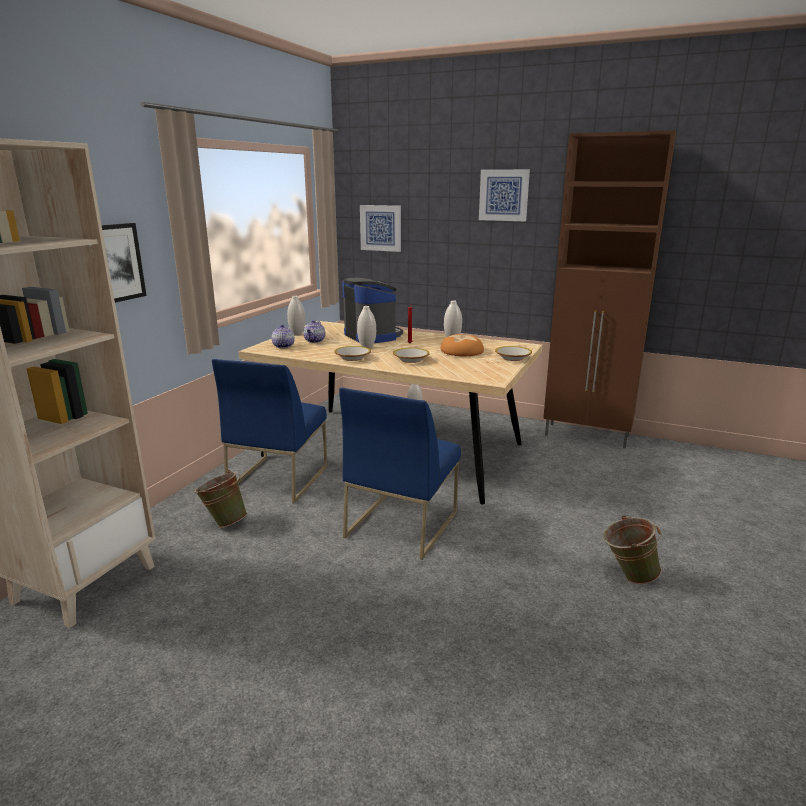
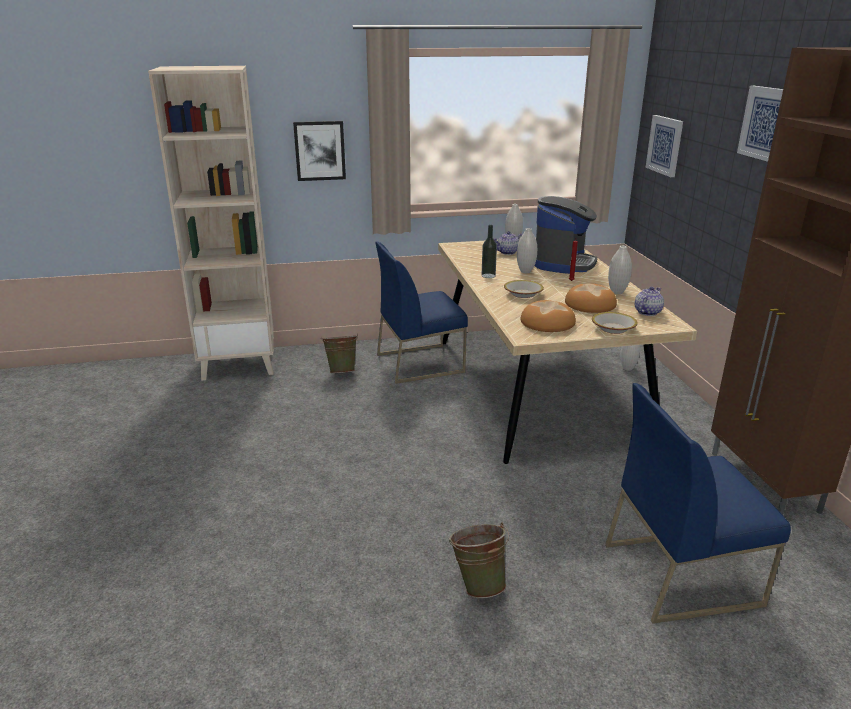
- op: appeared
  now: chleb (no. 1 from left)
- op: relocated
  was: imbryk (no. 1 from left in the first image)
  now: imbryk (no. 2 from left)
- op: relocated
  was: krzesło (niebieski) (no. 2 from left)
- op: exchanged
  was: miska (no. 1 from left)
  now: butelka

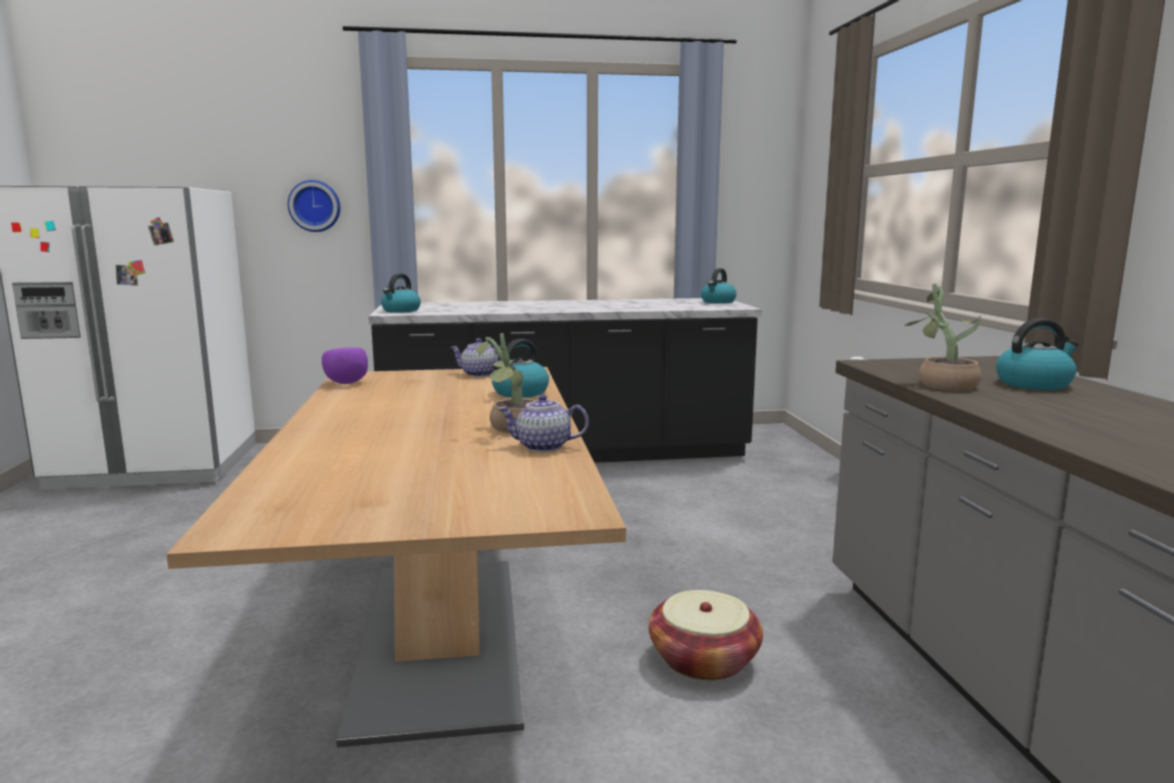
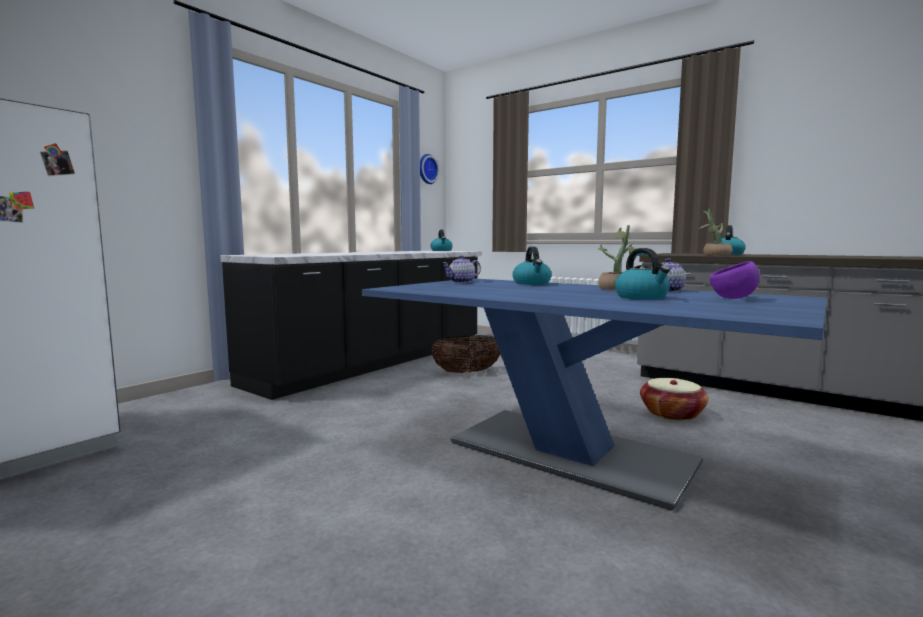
- op: appeared
  now: koszyk (no. 1 from left)
- op: relocated
  was: zegar ścienny
- op: relocated
  was: miska (fioletowy)
- op: relocated
  was: czajnik (no. 1 from left in the first image)
  now: czajnik (no. 3 from left)
- op: colour
  was: stół jadalny (beżowy)
  now: stół jadalny (niebieski)

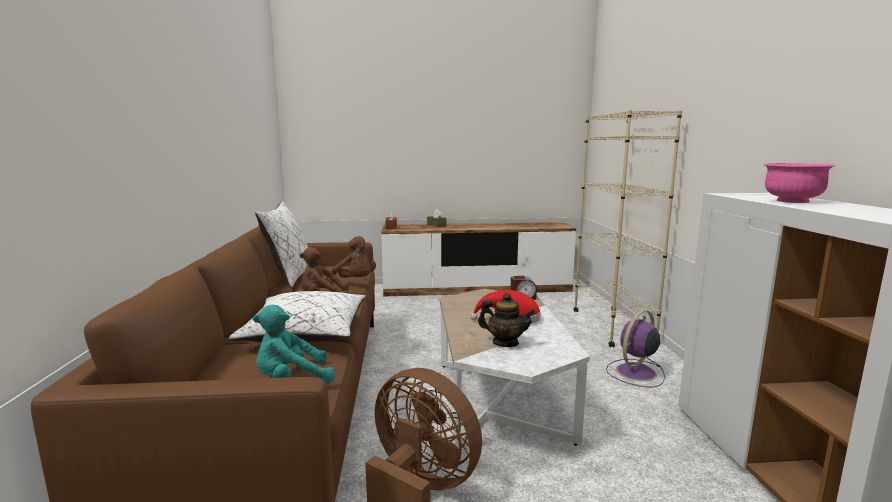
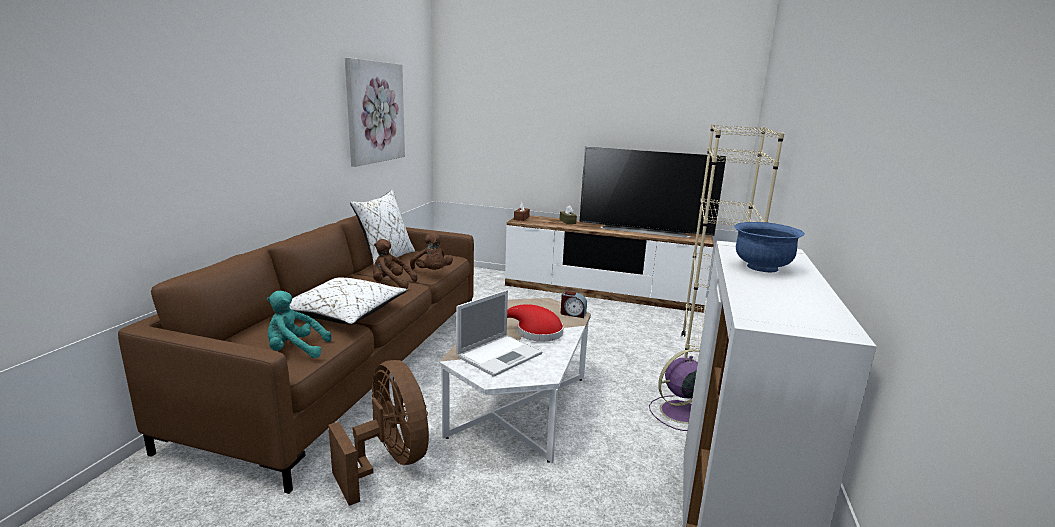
- op: appeared
  now: obraz
- op: appeared
  now: telewizor
- op: exchanged
  was: imbryk
  now: laptop
- op: colour
  was: miska (różowy)
  now: miska (niebieski)

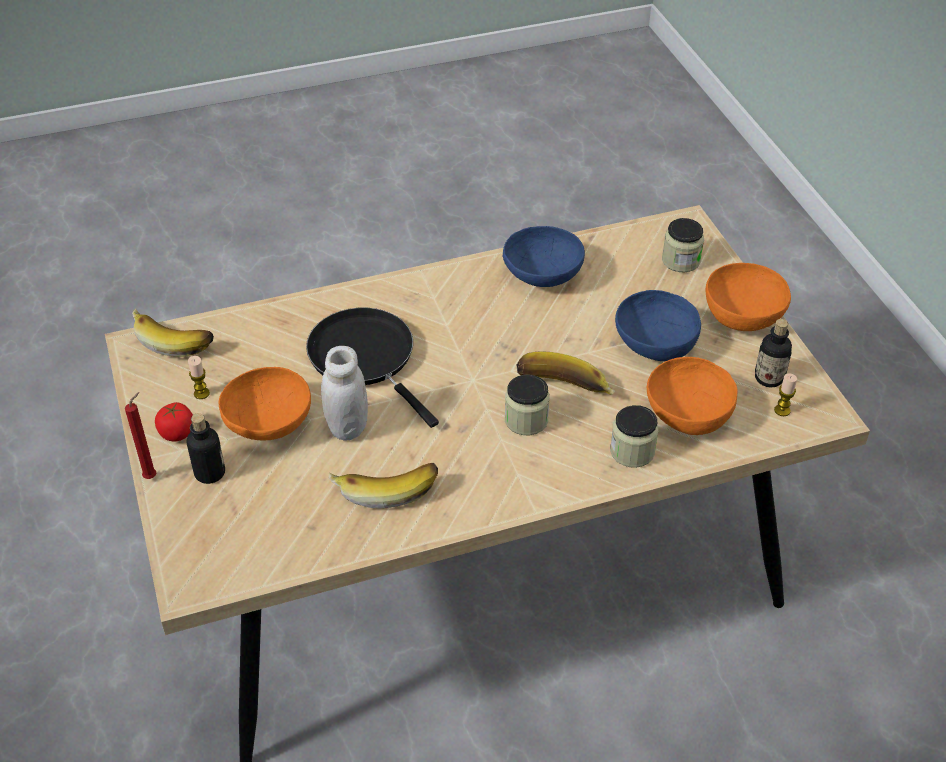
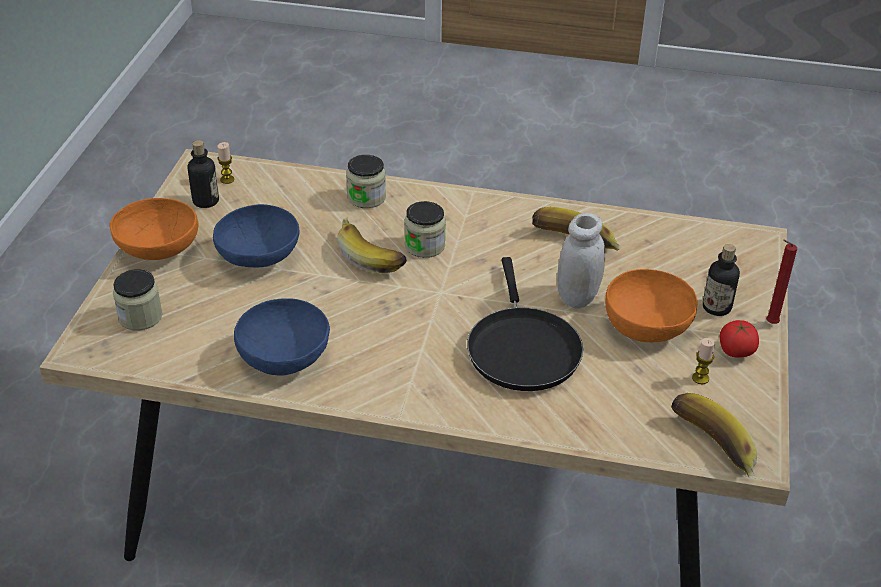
- op: missing
  was: miska (pomarańczowy) (no. 2 from left)

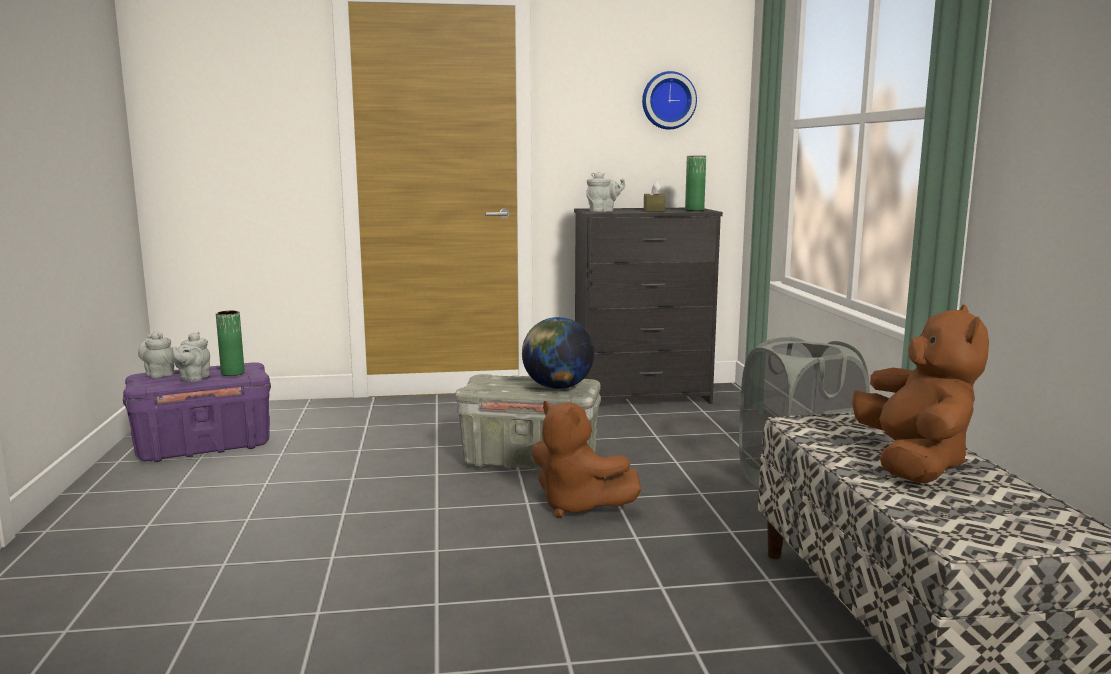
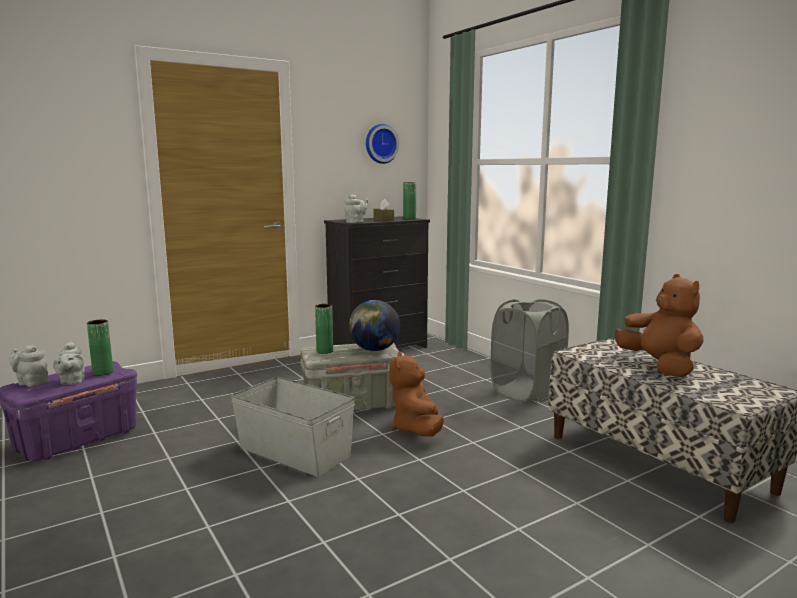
- op: appeared
  now: pojemnik do przechowywania (szary) (no. 1 from left)
- op: appeared
  now: wazon (zielony) (no. 2 from left)
- op: spun
  was: pluszak (brązowy) (no. 1 from left)
  clockwise: 75

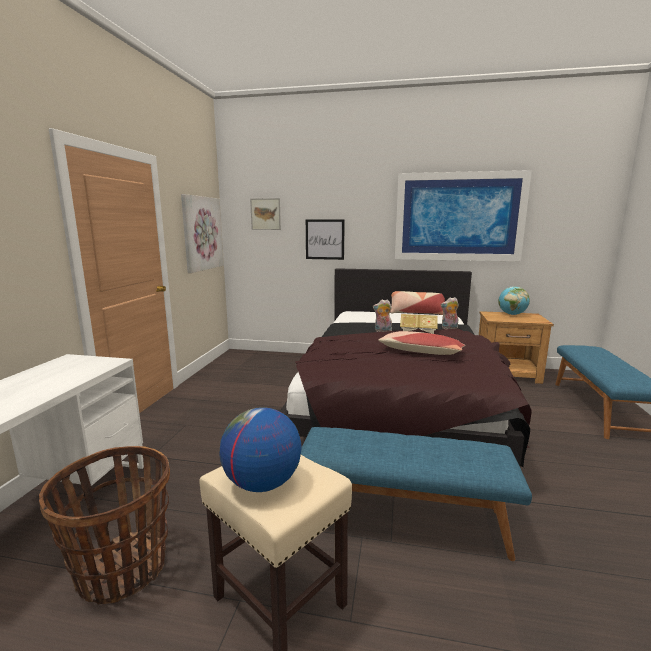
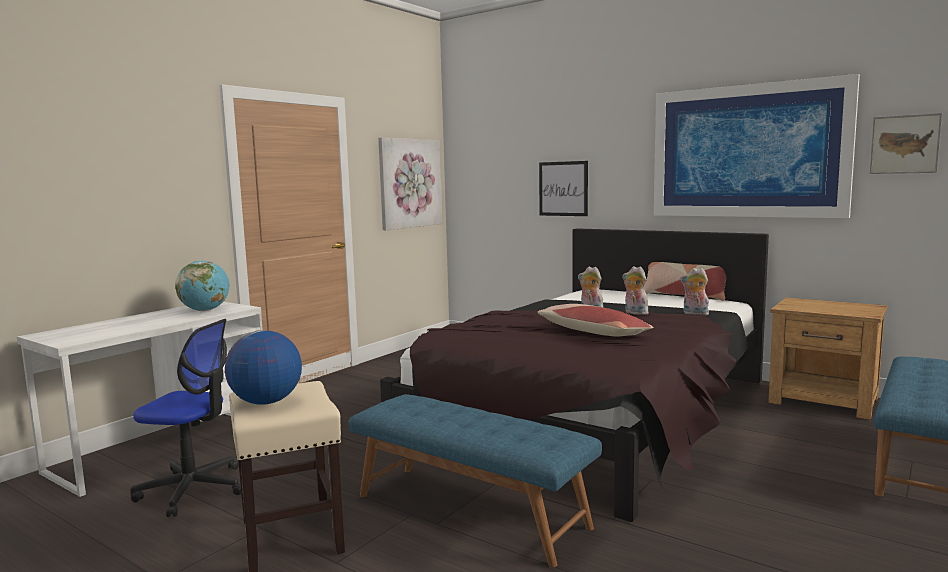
- op: relocated
  was: obraz (no. 2 from left in the first image)
  now: obraz (no. 4 from left)
- op: relocated
  was: globus (no. 2 from left in the first image)
  now: globus (no. 1 from left)
- op: exchanged
  was: koszyk
  now: krzesło biurowe
- op: exchanged
  was: książka
  now: pluszak (no. 2 from left)

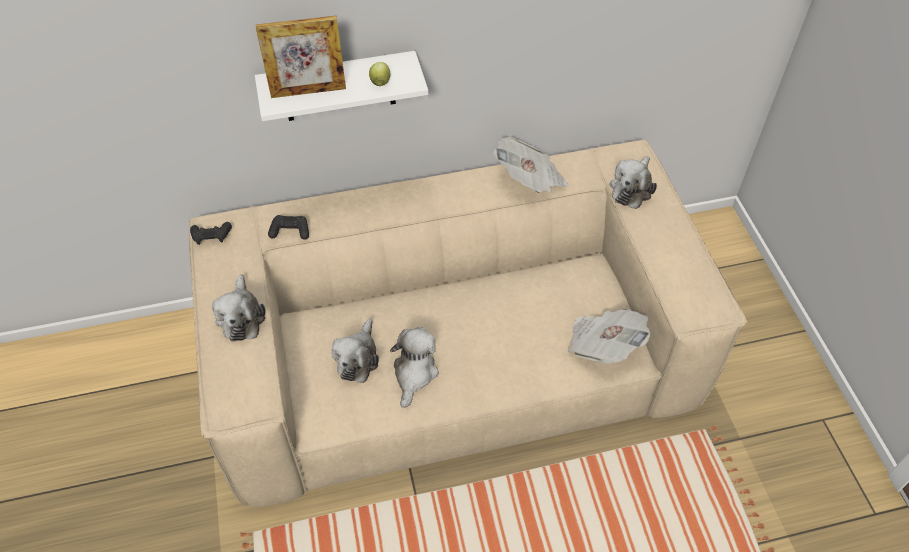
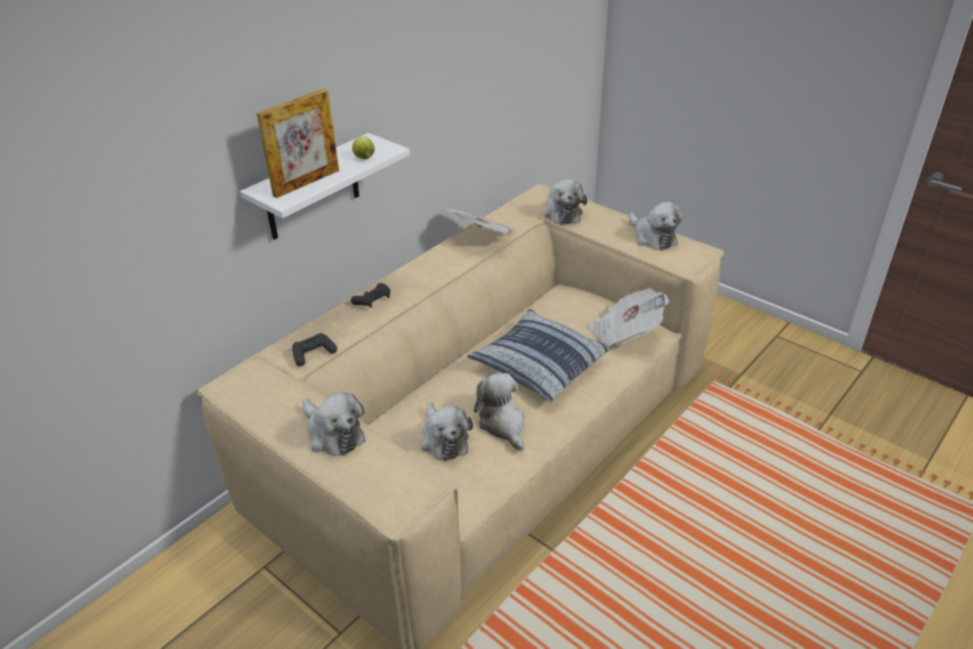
- op: appeared
  now: poduszka
- op: appeared
  now: pluszak (no. 5 from left)
- op: relocated
  was: pad do gier (czarny) (no. 1 from left in the first image)
  now: pad do gier (czarny) (no. 2 from left)

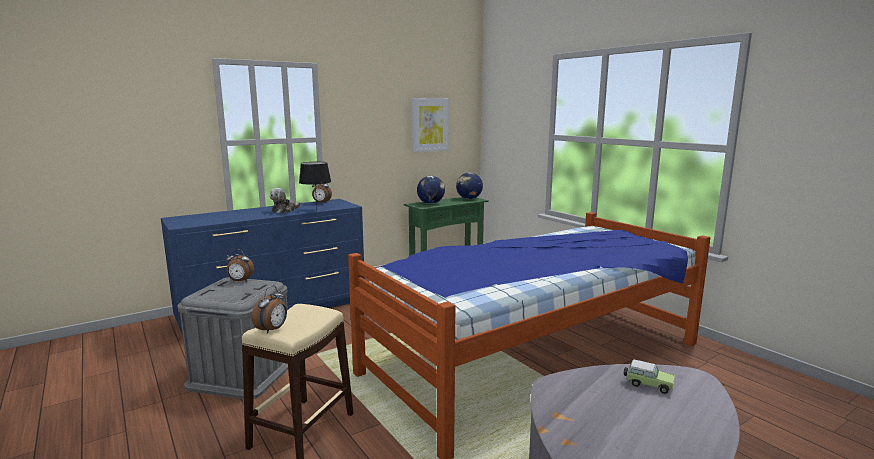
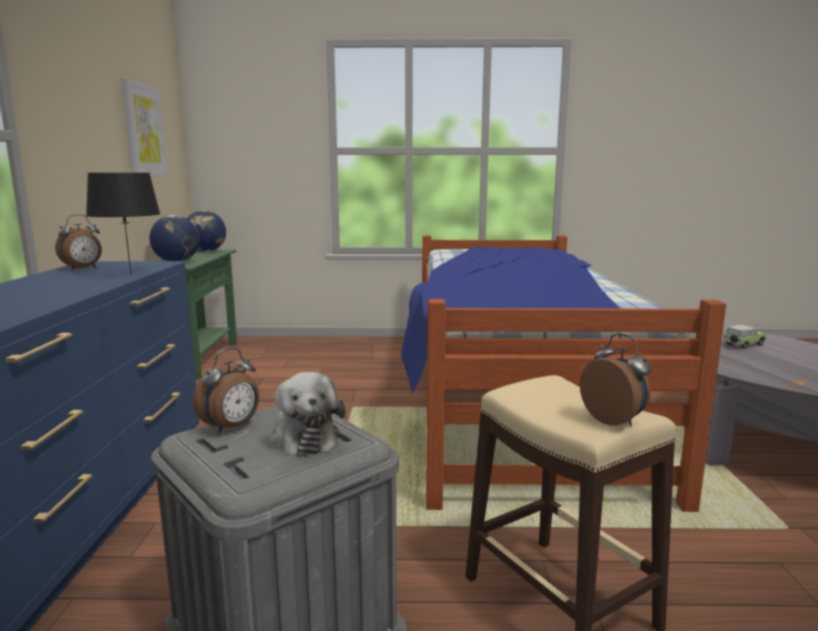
- op: relocated
  was: pluszak

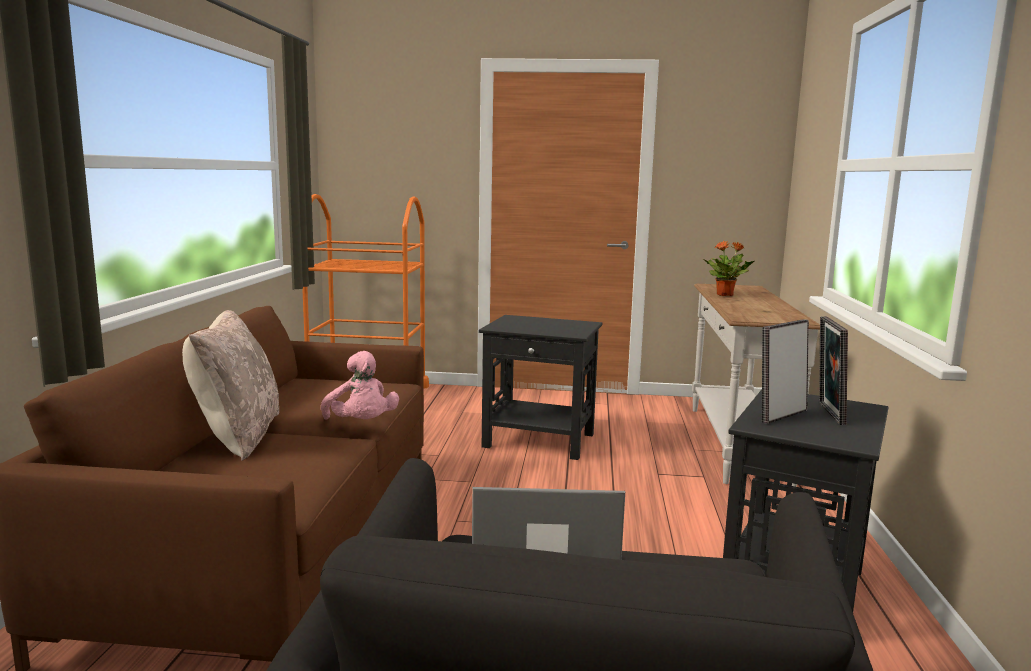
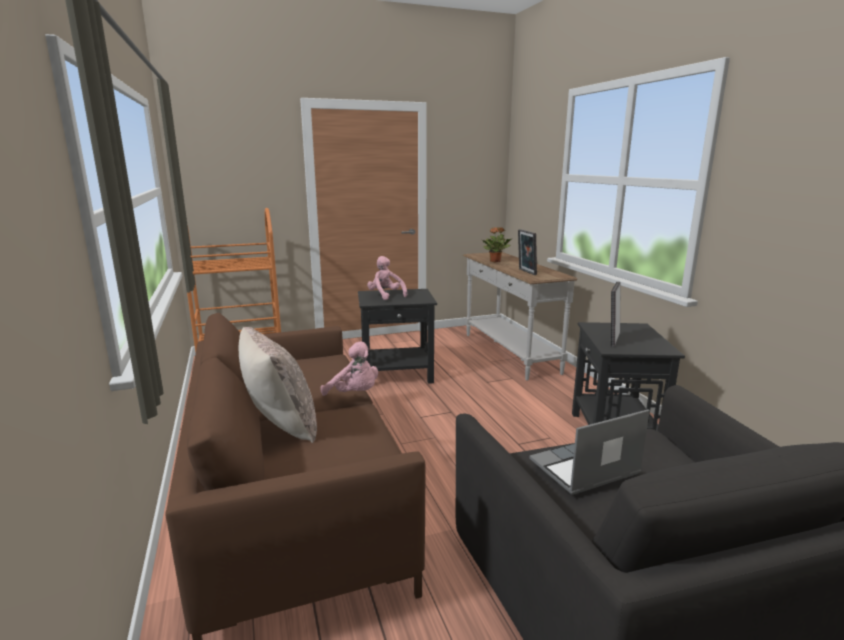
- op: appeared
  now: pluszak (różowy) (no. 2 from left)
- op: relocated
  was: ramka na zdjęcie (no. 2 from left in the first image)
  now: ramka na zdjęcie (no. 1 from left)

